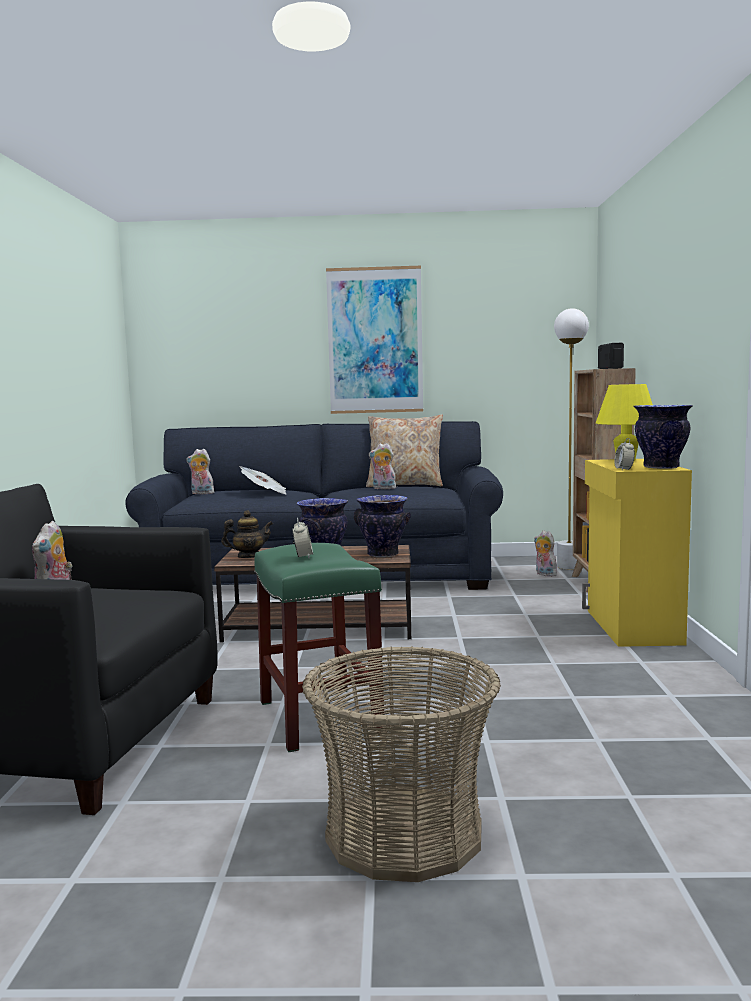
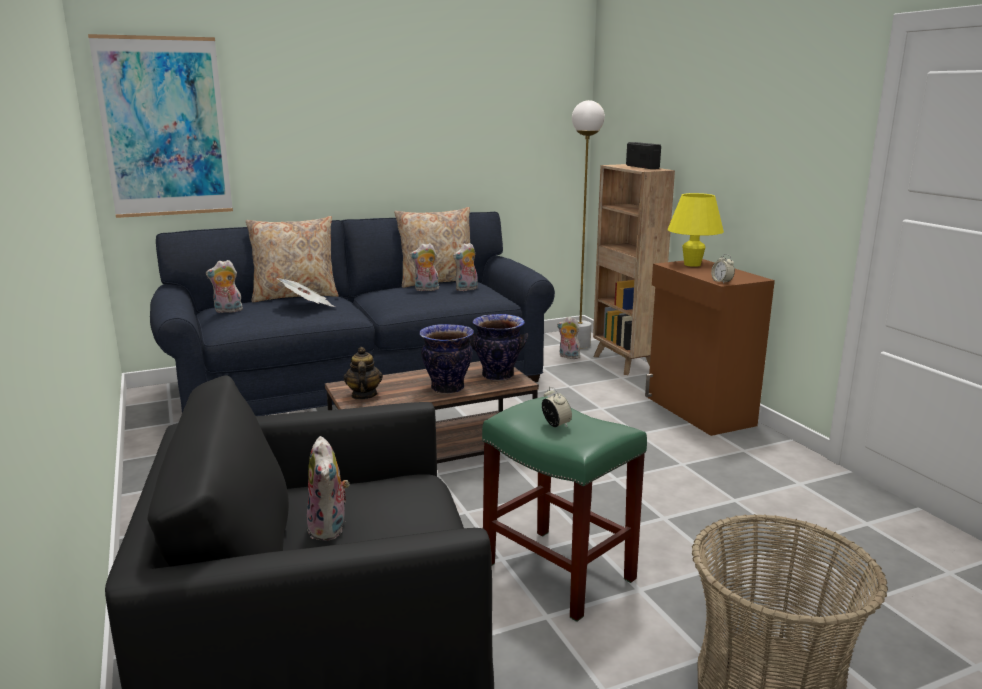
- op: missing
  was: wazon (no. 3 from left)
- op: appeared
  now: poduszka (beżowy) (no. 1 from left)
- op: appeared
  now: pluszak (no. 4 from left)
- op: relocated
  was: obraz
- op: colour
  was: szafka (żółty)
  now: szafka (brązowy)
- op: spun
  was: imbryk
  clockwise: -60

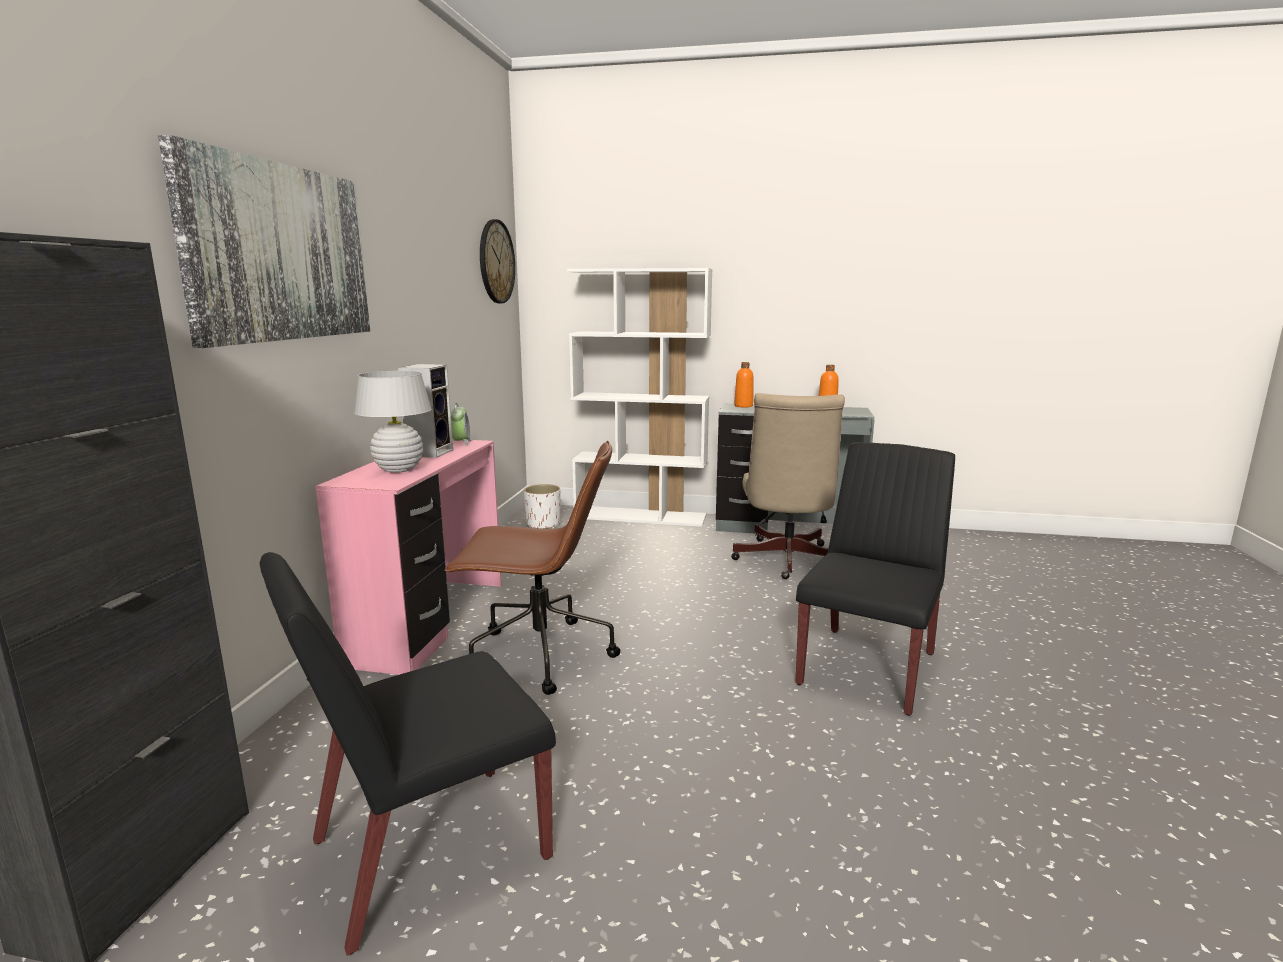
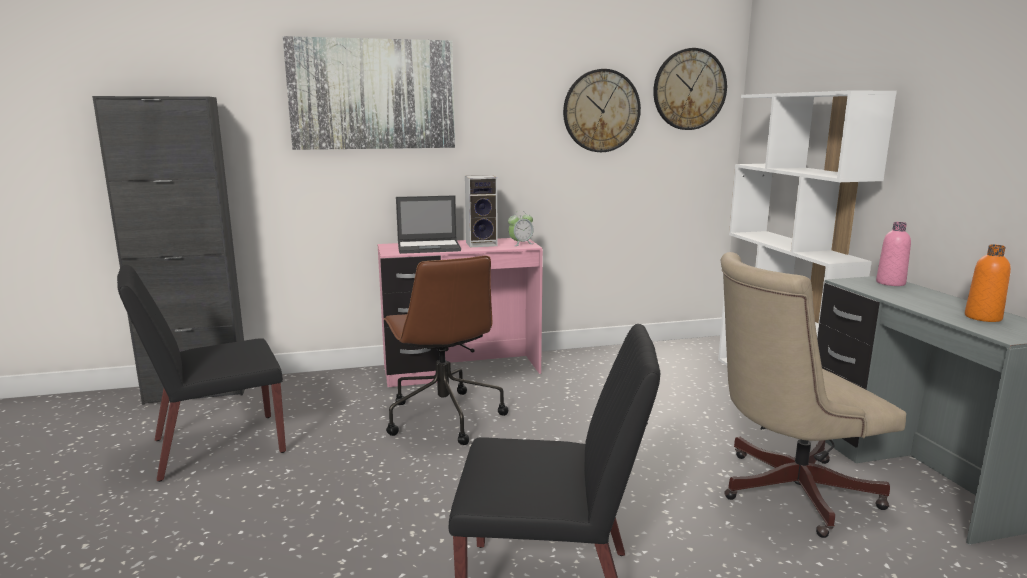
- op: missing
  was: donica (biały)
- op: appeared
  now: zegar ścienny (no. 1 from left)
- op: exchanged
  was: lampa stołowa (biały)
  now: laptop
- op: colour
  was: butelka (pomarańczowy) (no. 1 from left)
  now: butelka (różowy)
- op: spun
  was: krzesło (czarny) (no. 1 from left)
  clockwise: -60

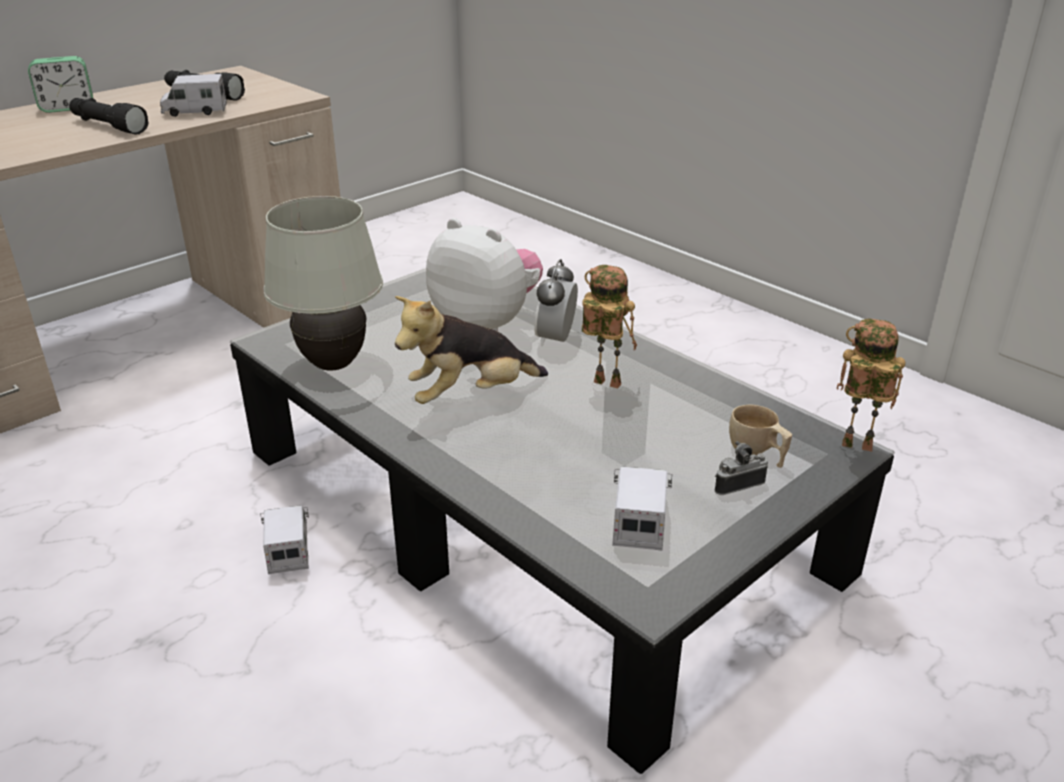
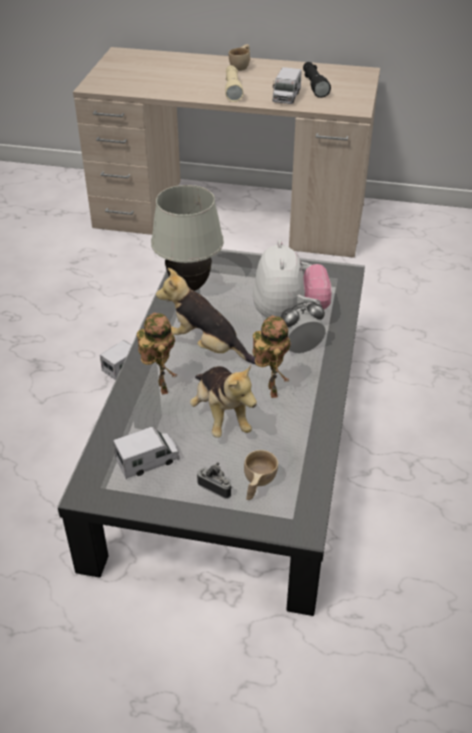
- op: appeared
  now: pluszak (no. 2 from left)
- op: relocated
  was: robot zabawkowy (no. 2 from left in the first image)
  now: robot zabawkowy (no. 1 from left)
- op: exchanged
  was: budzik (no. 1 from left)
  now: filiżanka (beżowy) (no. 1 from left)
- op: colour
  was: latarka (czarny) (no. 1 from left)
  now: latarka (beżowy)
- op: spun
  was: ciężarówka zabawkowa (no. 1 from left in the first image)
  clockwise: -120

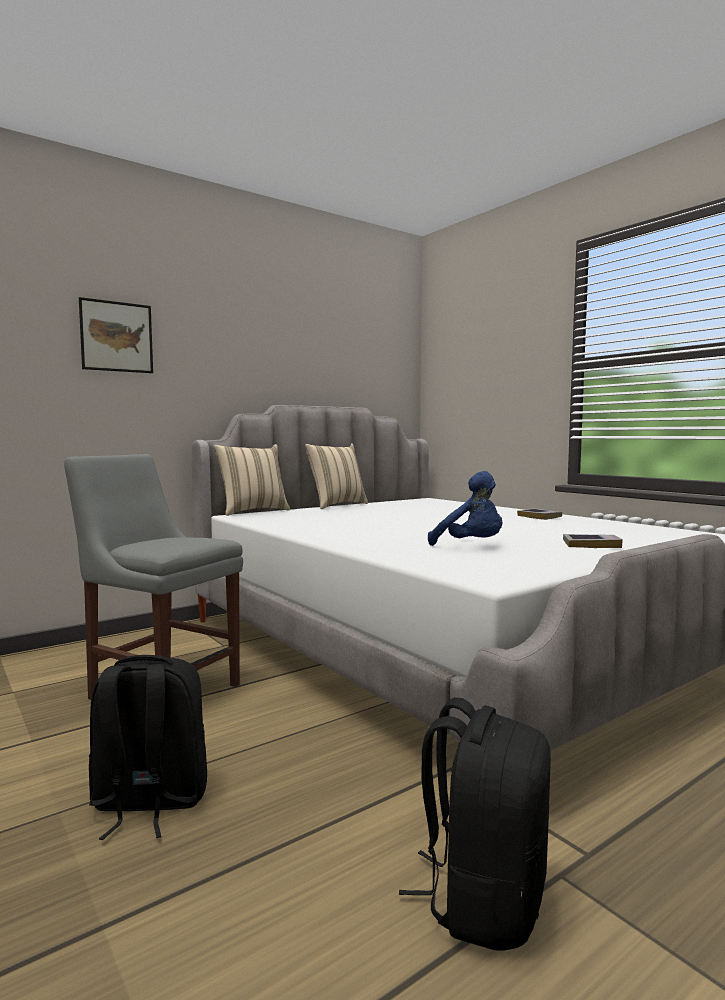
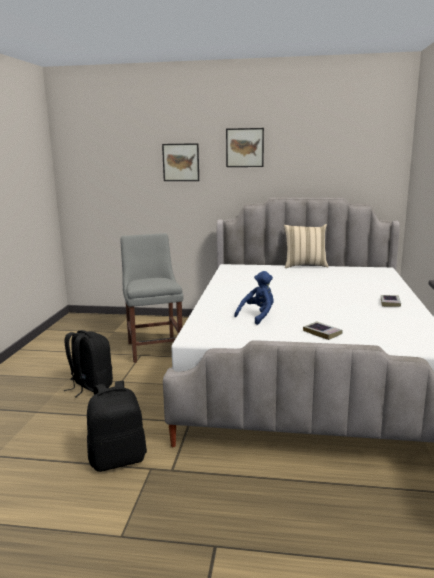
- op: missing
  was: poduszka (beżowy) (no. 1 from left)
- op: appeared
  now: obraz (no. 2 from left)
- op: spun
  was: pluszak (niebieski)
  clockwise: -135

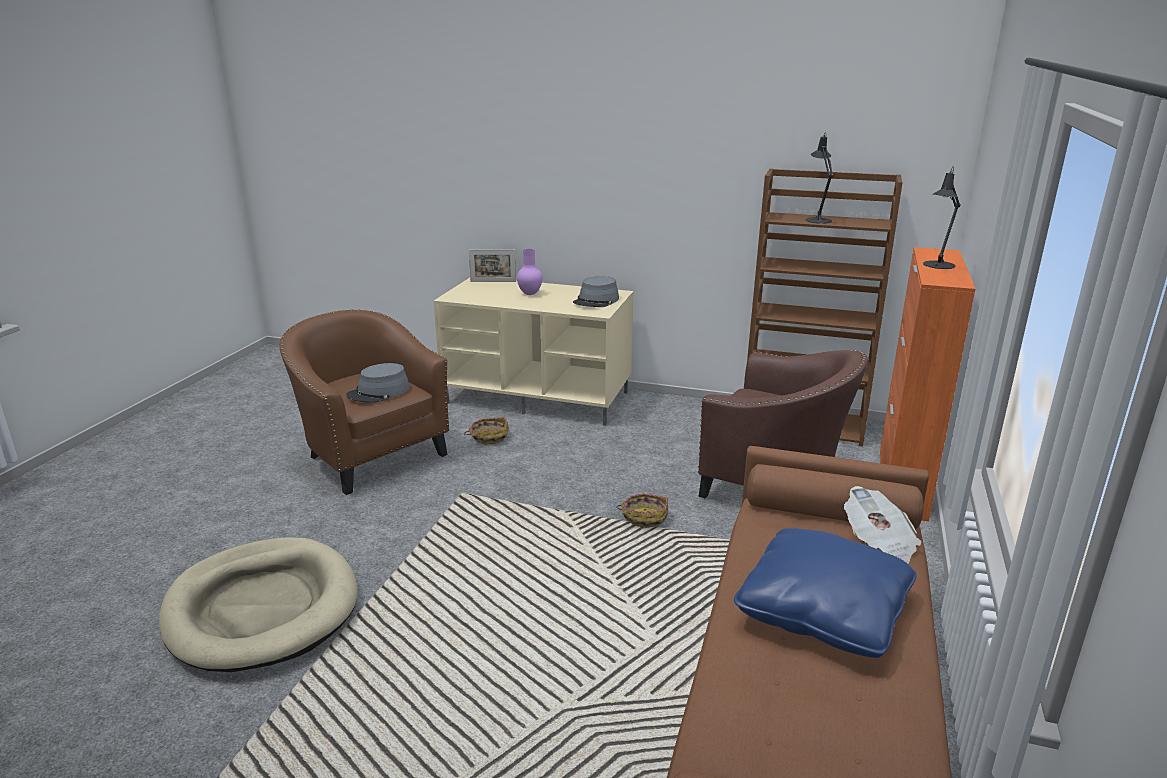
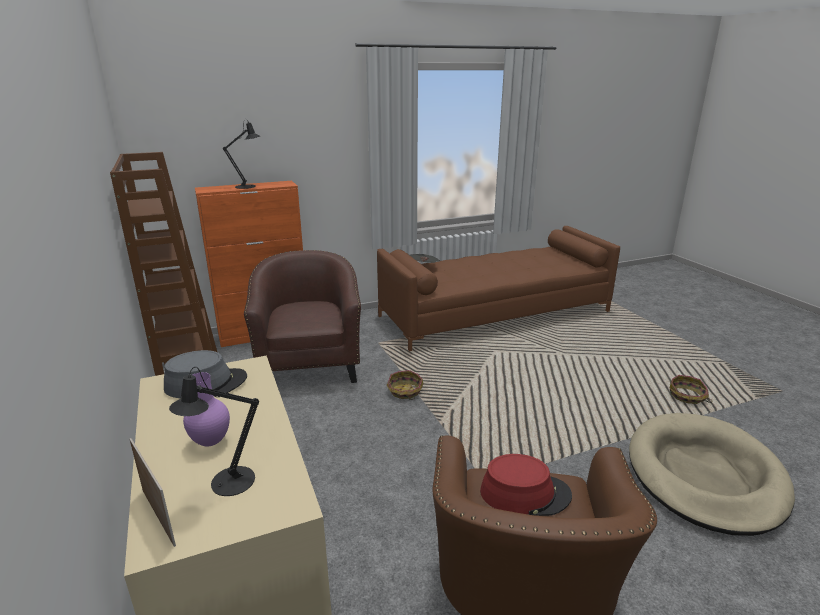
- op: missing
  was: poduszka (niebieski)
- op: relocated
  was: koszyk (no. 1 from left in the first image)
  now: koszyk (no. 2 from left)
- op: relocated
  was: lampa stołowa (czarny) (no. 1 from left)
- op: colour
  was: kapelusz (szary) (no. 1 from left)
  now: kapelusz (czerwony)

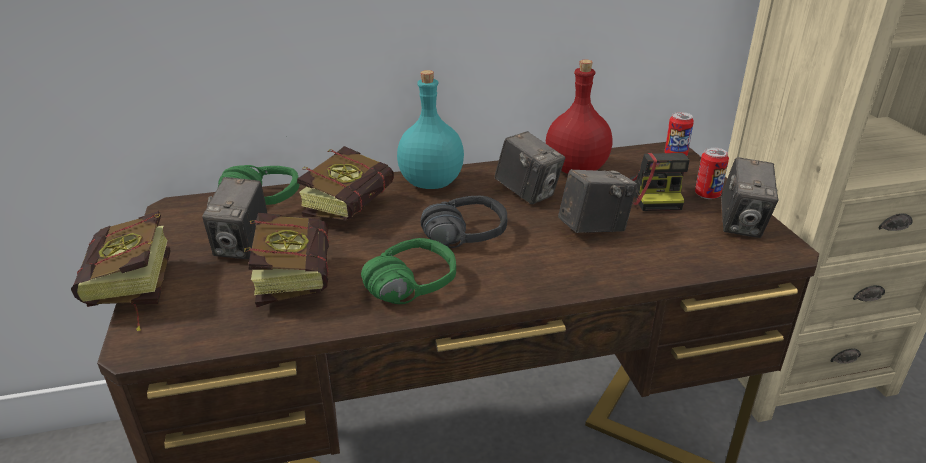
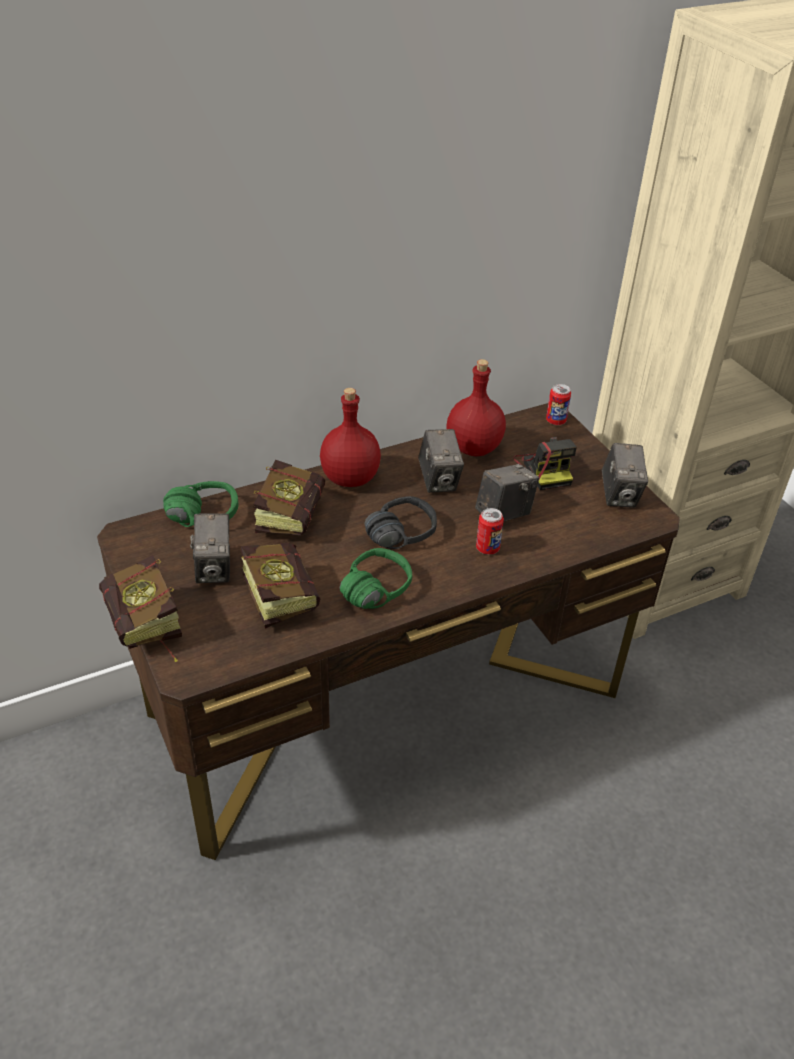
- op: relocated
  was: puszka (no. 2 from left in the first image)
  now: puszka (no. 1 from left)
- op: colour
  was: butelka (turkusowy)
  now: butelka (czerwony) (no. 1 from left)
- op: spun
  was: aparat fotograficzny (no. 2 from left)
  clockwise: 45

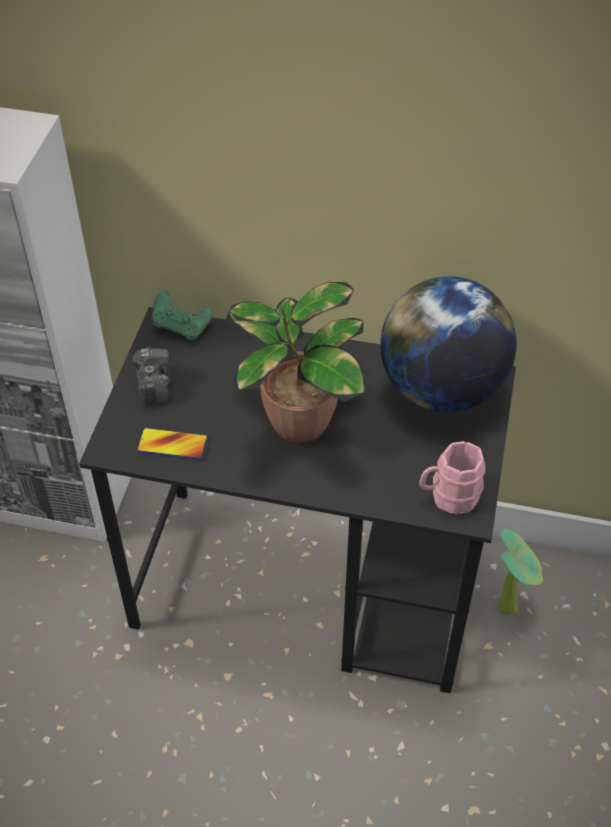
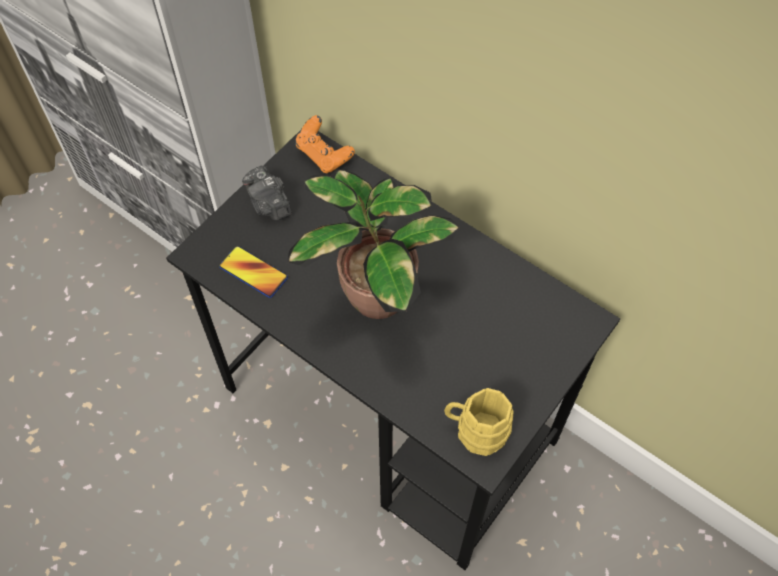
- op: missing
  was: globus
- op: missing
  was: roślina doniczkowa (no. 2 from left)
- op: colour
  was: pad do gier (zielony)
  now: pad do gier (pomarańczowy)
- op: colour
  was: kubek (różowy)
  now: kubek (żółty)
- op: spun
  was: aparat fotograficzny
  clockwise: 135

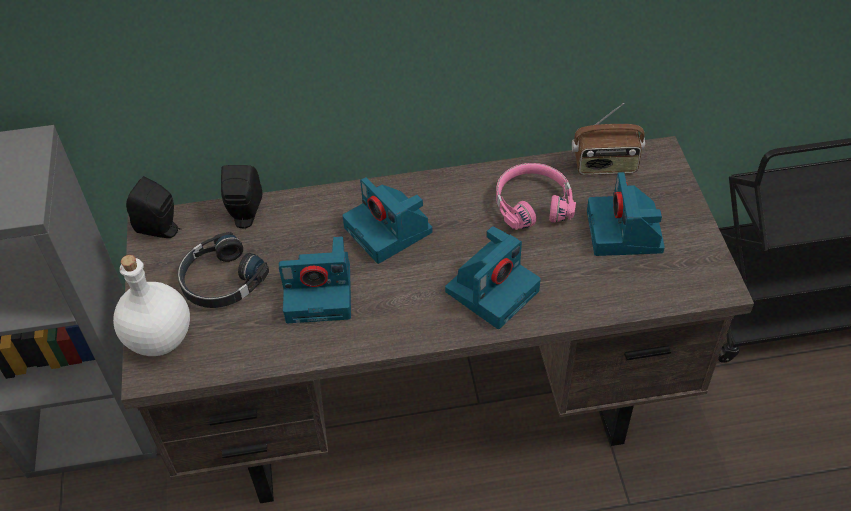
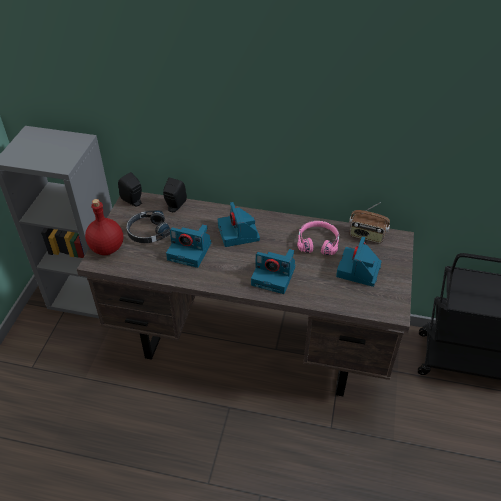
- op: colour
  was: butelka (biały)
  now: butelka (czerwony)
- op: spun
  was: aparat fotograficzny (no. 3 from left)
  clockwise: 45

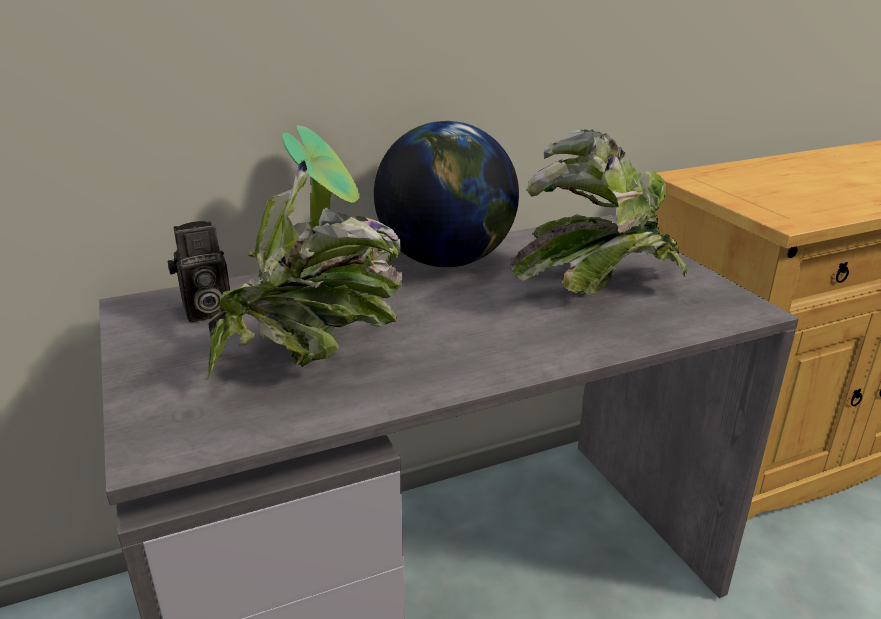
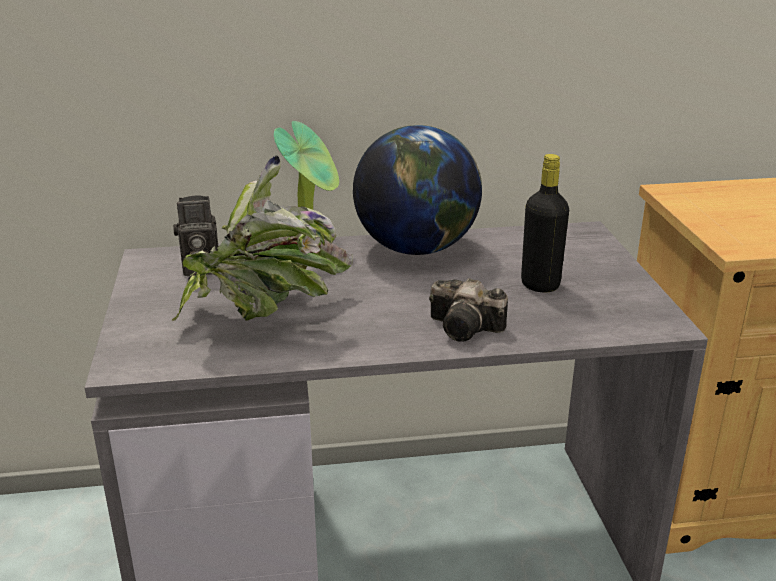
- op: appeared
  now: aparat fotograficzny (no. 2 from left)
- op: exchanged
  was: roślina doniczkowa (no. 3 from left)
  now: butelka (czarny)

